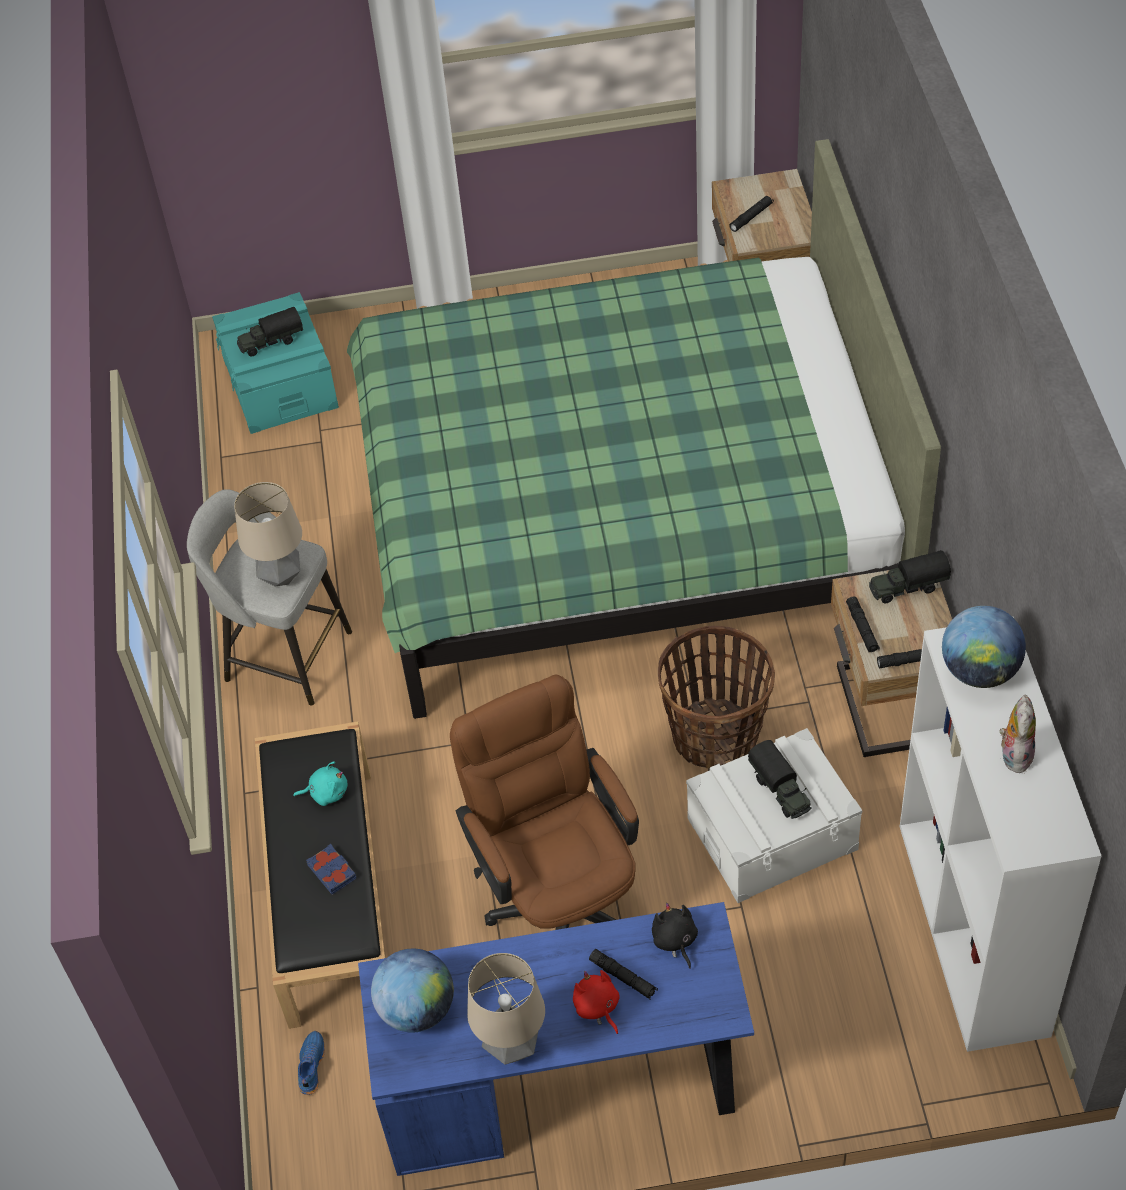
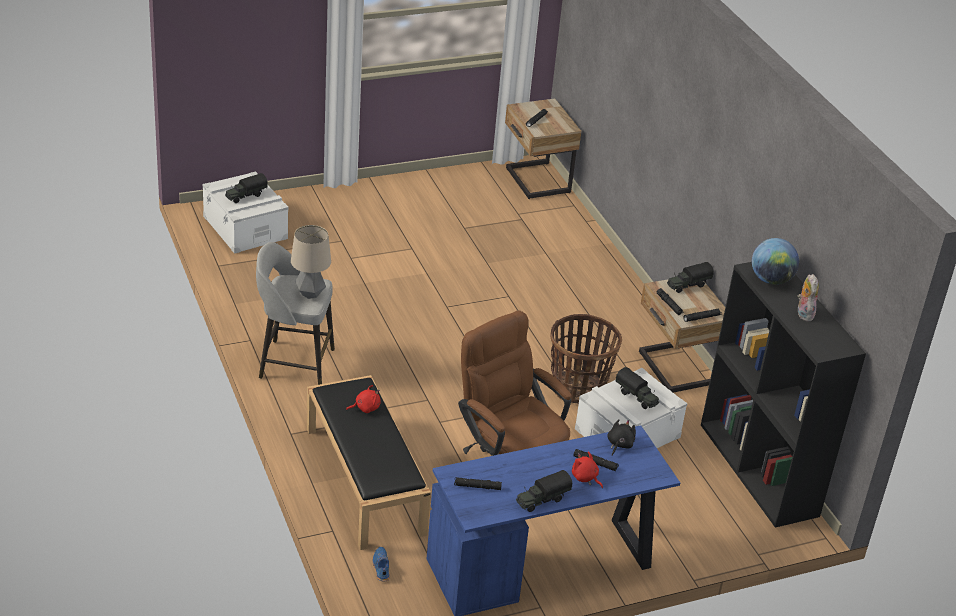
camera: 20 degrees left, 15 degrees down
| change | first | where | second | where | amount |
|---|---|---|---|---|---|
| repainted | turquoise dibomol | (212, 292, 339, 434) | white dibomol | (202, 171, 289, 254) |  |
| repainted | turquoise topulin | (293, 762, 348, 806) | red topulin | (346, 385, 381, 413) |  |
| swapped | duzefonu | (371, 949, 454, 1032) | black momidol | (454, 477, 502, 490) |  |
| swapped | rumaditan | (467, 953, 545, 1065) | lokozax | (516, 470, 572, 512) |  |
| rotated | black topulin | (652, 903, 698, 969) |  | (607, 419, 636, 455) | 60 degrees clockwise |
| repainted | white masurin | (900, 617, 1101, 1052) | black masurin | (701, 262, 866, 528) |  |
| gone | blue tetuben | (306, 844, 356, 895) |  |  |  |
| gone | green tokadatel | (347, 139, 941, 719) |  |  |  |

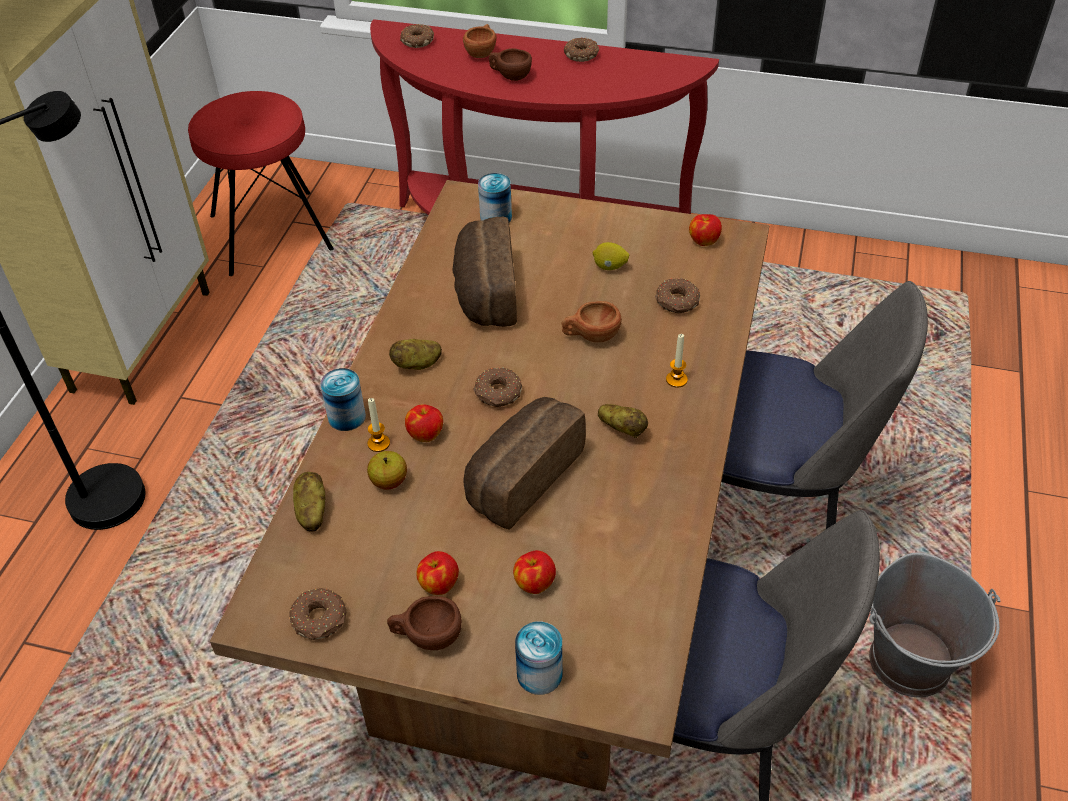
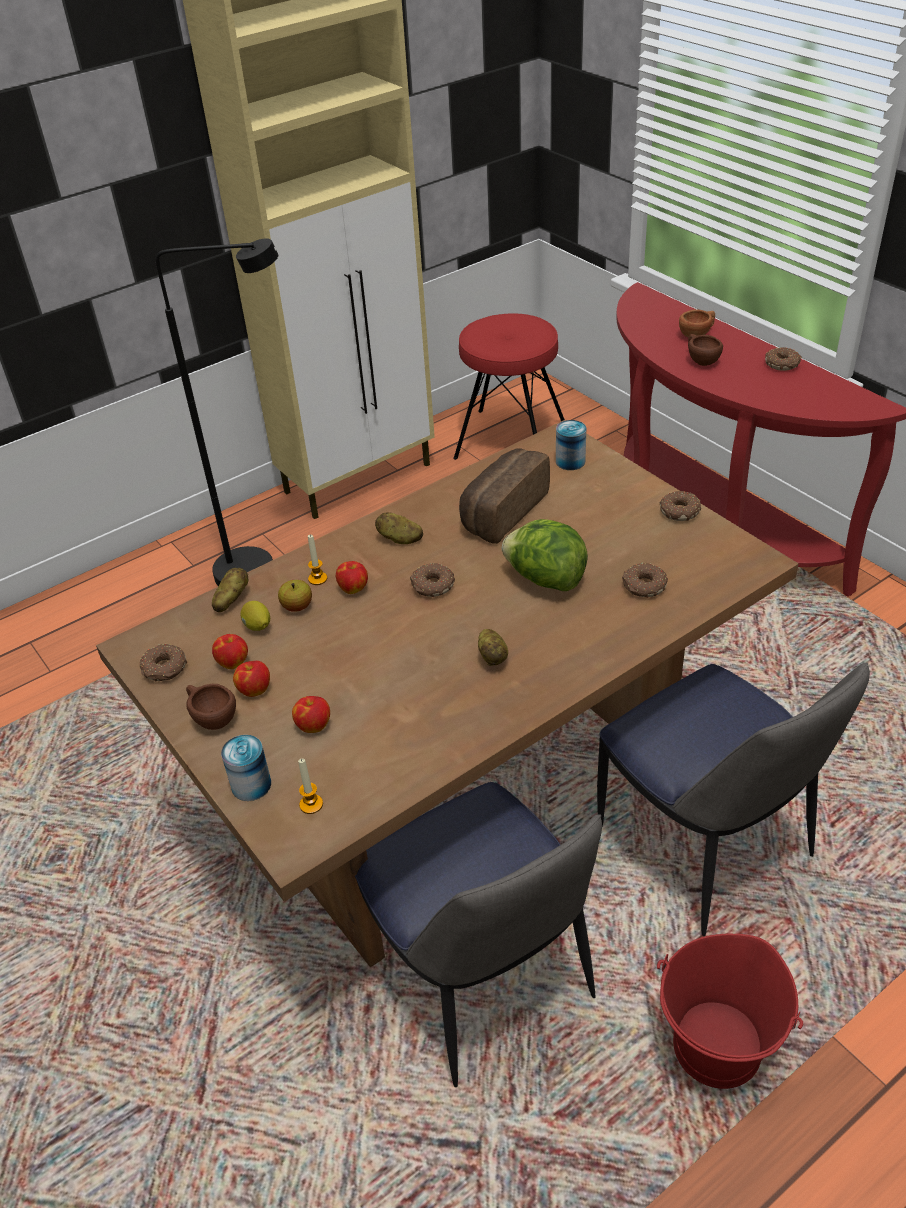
camera: 40 degrees right, 5 degrees down
| change | first | where | second | where | amount |
|---|---|---|---|---|---|
| shifted | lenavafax | (689, 214, 722, 246) |  | (212, 634, 248, 669) |  |
| shifted | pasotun | (593, 242, 629, 270) |  | (241, 601, 270, 631) |  |
| shifted | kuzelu | (666, 334, 688, 388) |  | (298, 759, 323, 814) |  |
| swapped | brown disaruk | (561, 301, 622, 343) | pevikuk | (502, 519, 588, 591) |  |
| repainted | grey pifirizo | (869, 553, 1000, 697) | red pifirizo | (657, 934, 803, 1089) |  |
| shifted | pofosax | (400, 24, 434, 48) |  | (660, 491, 701, 521) |  |
| gone | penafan | (320, 368, 366, 431) |  |  |  |
| gone | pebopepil | (463, 397, 586, 530) |  |  |  |

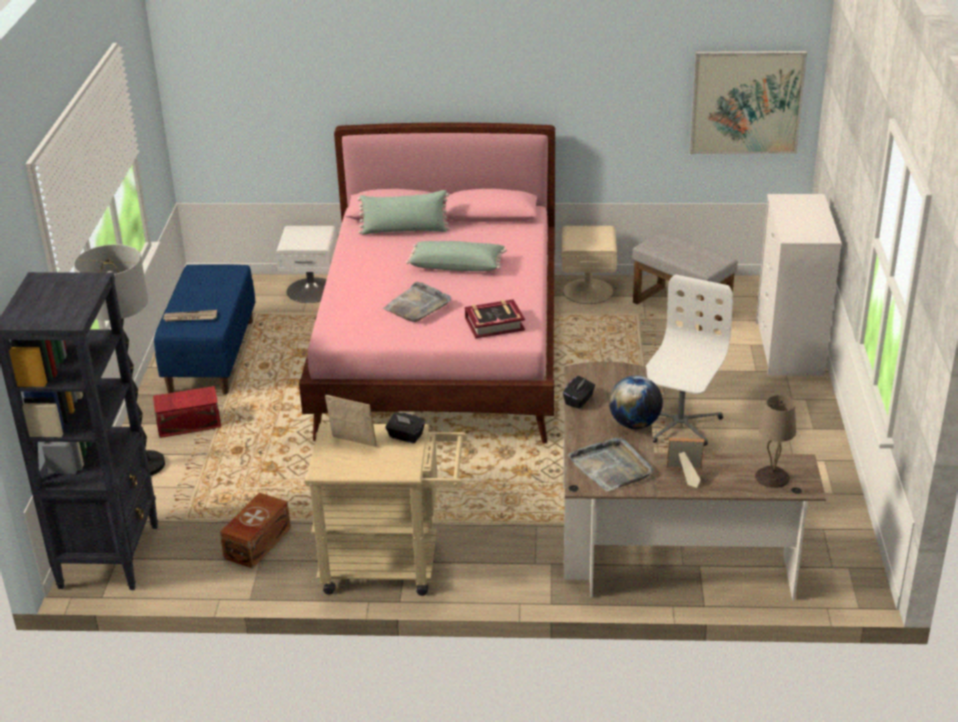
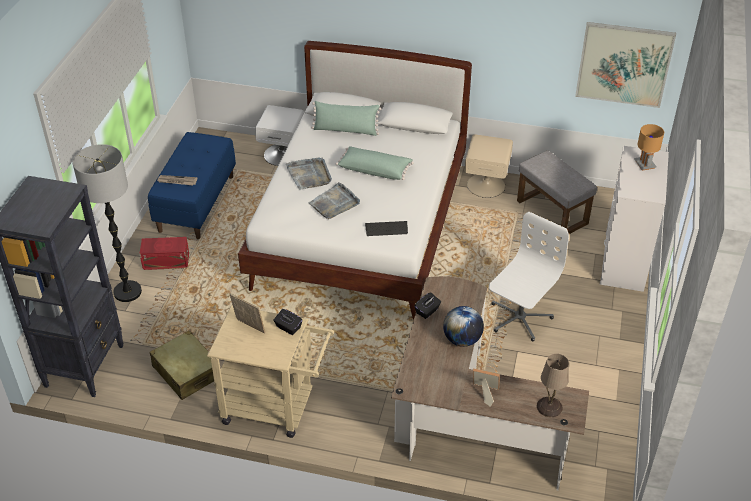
camera: 10 degrees right, 10 degrees up
| change | first | where | second | where | amount |
|---|---|---|---|---|---|
| swapped | brown dibomol | (220, 493, 291, 569) | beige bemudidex | (150, 331, 214, 400) |  |
| repainted | pink tokadatel | (299, 123, 555, 443) | white tokadatel | (238, 41, 472, 320) |  |
| shifted | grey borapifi | (567, 437, 653, 491) |  | (286, 157, 332, 190) |  |
| swapped | tetuben | (465, 299, 525, 338) | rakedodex | (365, 221, 408, 236) |  |
| new |  |  | brown rumaditan | (634, 124, 664, 171) |  |

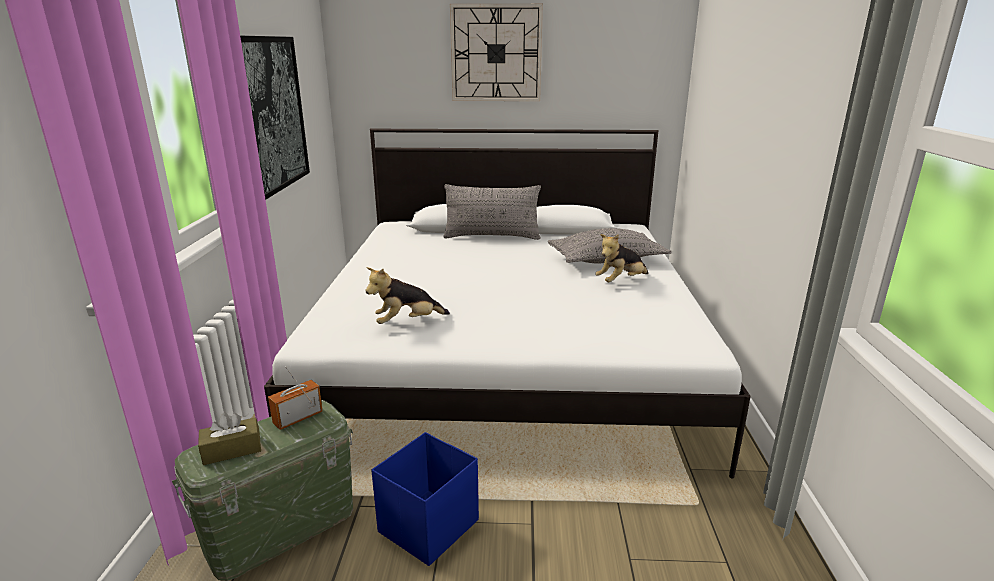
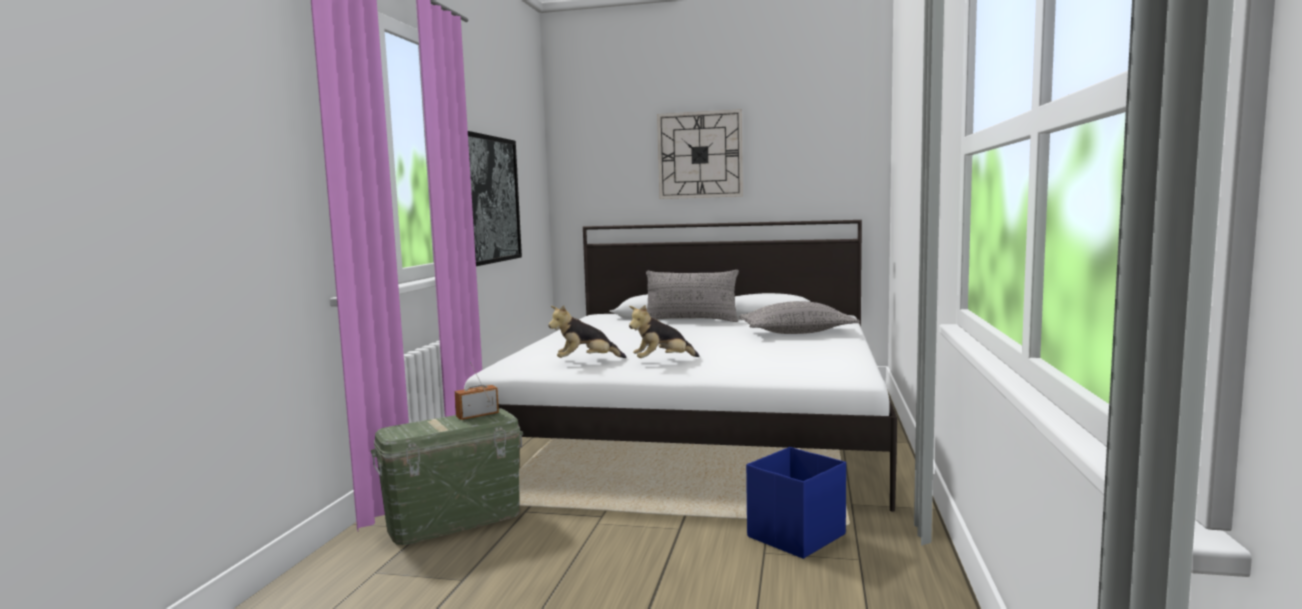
camera: 10 degrees right, 15 degrees down
| change | first | where | second | where | amount |
|---|---|---|---|---|---|
| shifted | topulin | (595, 234, 648, 282) |  | (629, 305, 699, 358) |  |
| shifted | blue dibomol | (371, 432, 479, 566) |  | (746, 447, 846, 559) |  |
| gone | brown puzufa | (198, 413, 261, 465) |  |  |  |

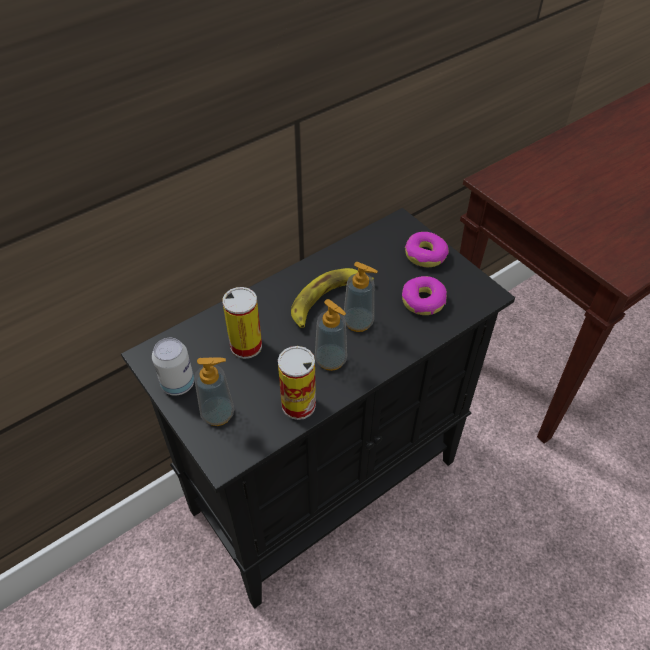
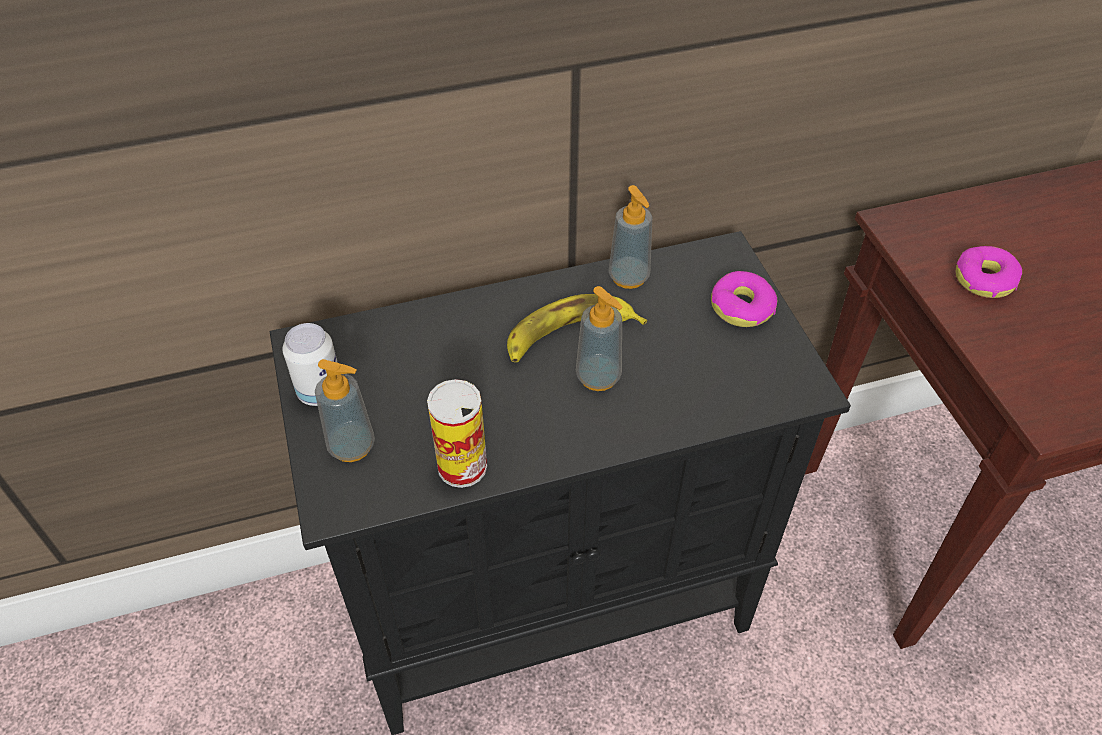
camera: 20 degrees right, 0 degrees up
| change | first | where | second | where | amount |
|---|---|---|---|---|---|
| shifted | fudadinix | (315, 299, 347, 371) |  | (608, 185, 652, 289) |  |
| shifted | pofosax | (402, 276, 447, 315) |  | (956, 246, 1022, 298) |  |
| gone | penafan | (223, 287, 262, 359) |  |  |  |

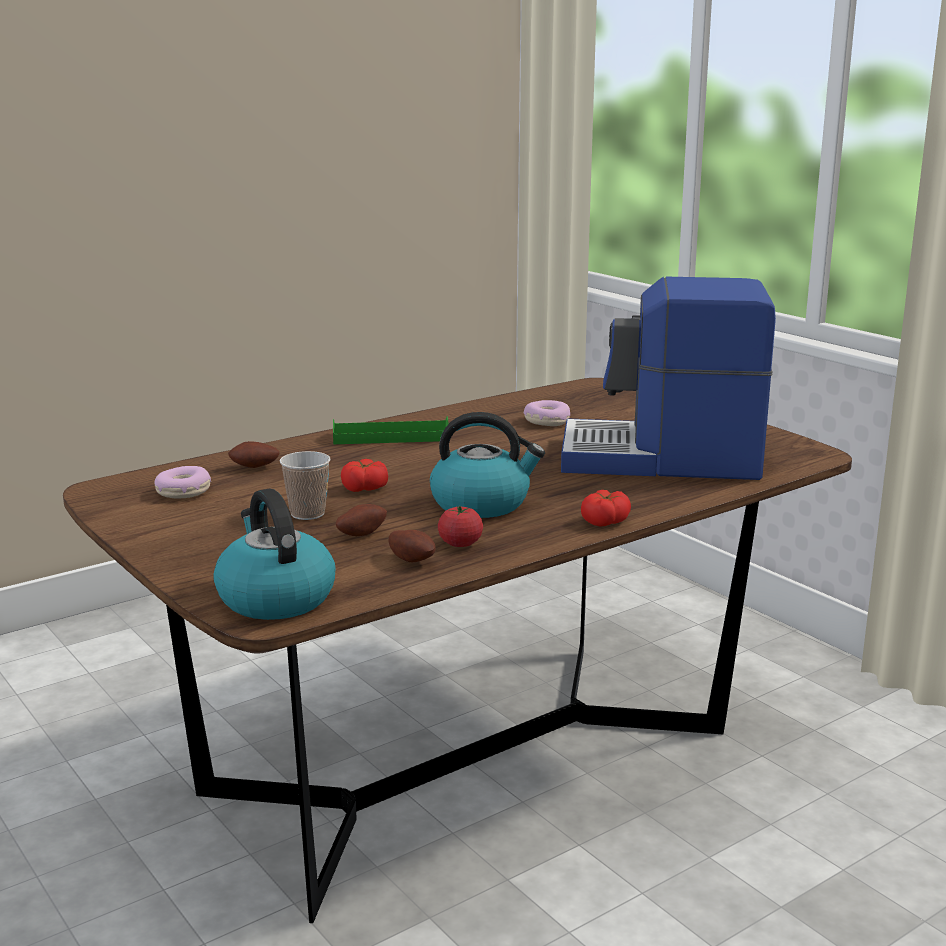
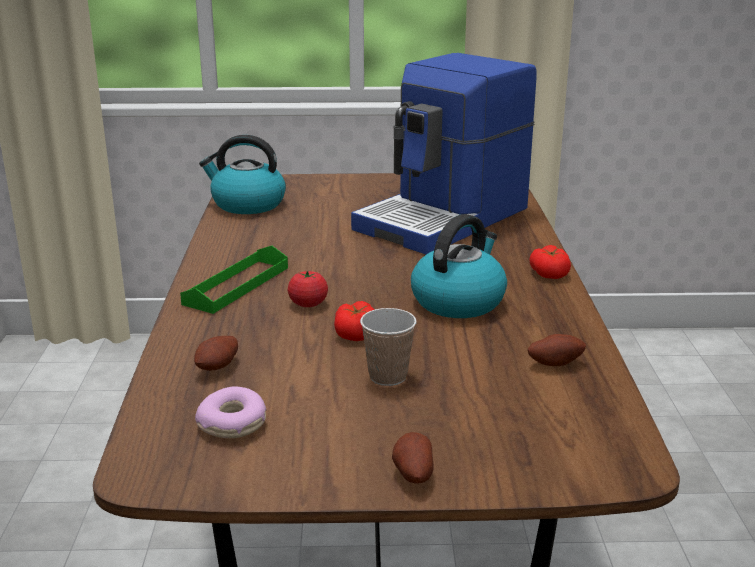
camera: 55 degrees left, 5 degrees up
| change | first | where | second | where | amount |
|---|---|---|---|---|---|
| shifted | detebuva | (213, 488, 335, 620) |  | (199, 135, 286, 214) |  |
| shifted | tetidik | (438, 506, 483, 547) |  | (288, 271, 328, 307) |  |
| shifted | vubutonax | (336, 504, 387, 536) |  | (392, 432, 434, 484) |  |
| gone | pofosax | (524, 400, 570, 426) |  |  |  |

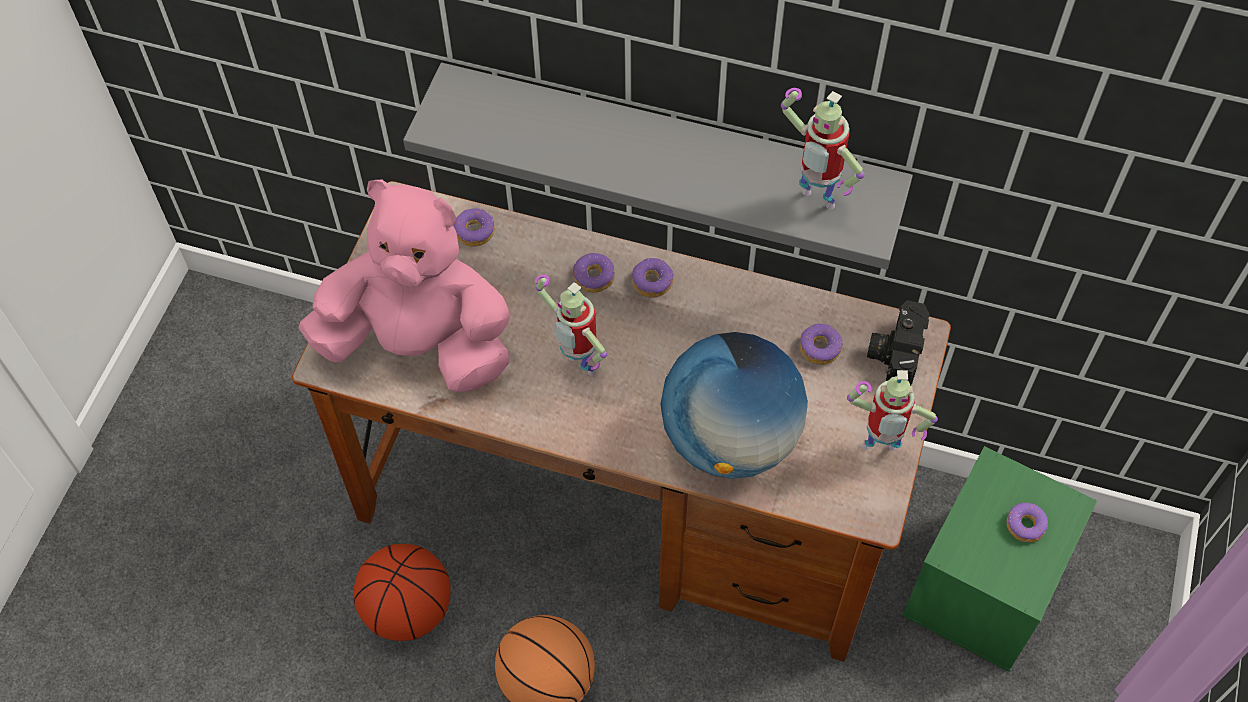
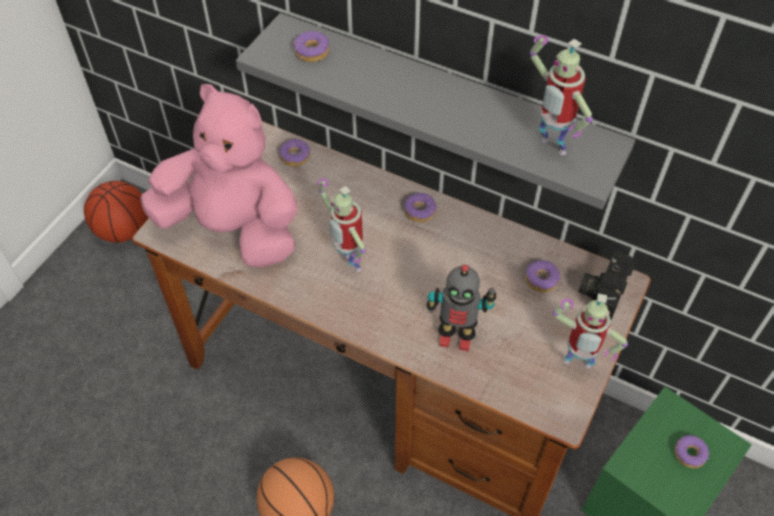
camera: 10 degrees right, 5 degrees down
| change | first | where | second | where | amount |
|---|---|---|---|---|---|
| shifted | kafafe | (354, 544, 451, 641) |  | (84, 181, 148, 243) |  |
| shifted | pofosax | (573, 253, 615, 293) |  | (293, 31, 330, 62) |  |
| swapped | duzefonu | (661, 332, 808, 479) | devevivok | (426, 265, 496, 351) |  |

